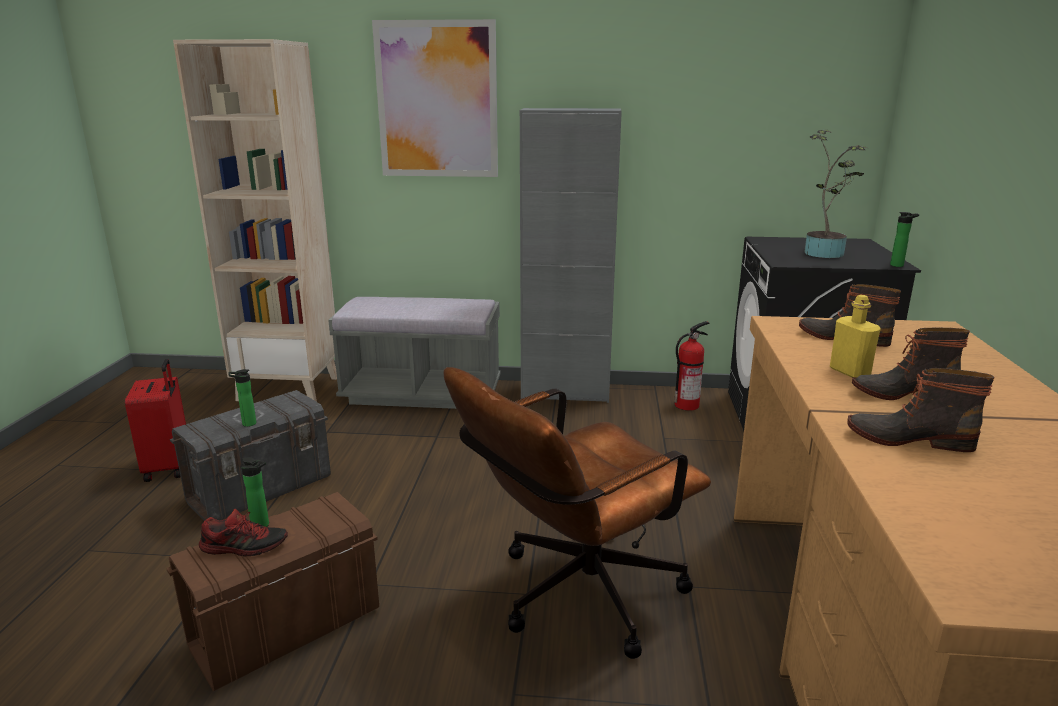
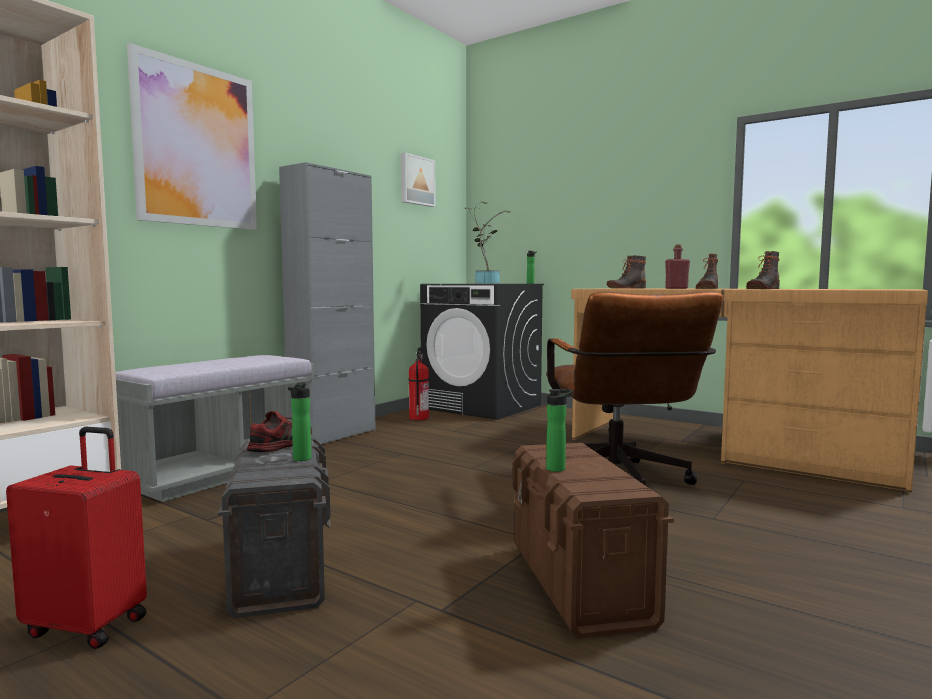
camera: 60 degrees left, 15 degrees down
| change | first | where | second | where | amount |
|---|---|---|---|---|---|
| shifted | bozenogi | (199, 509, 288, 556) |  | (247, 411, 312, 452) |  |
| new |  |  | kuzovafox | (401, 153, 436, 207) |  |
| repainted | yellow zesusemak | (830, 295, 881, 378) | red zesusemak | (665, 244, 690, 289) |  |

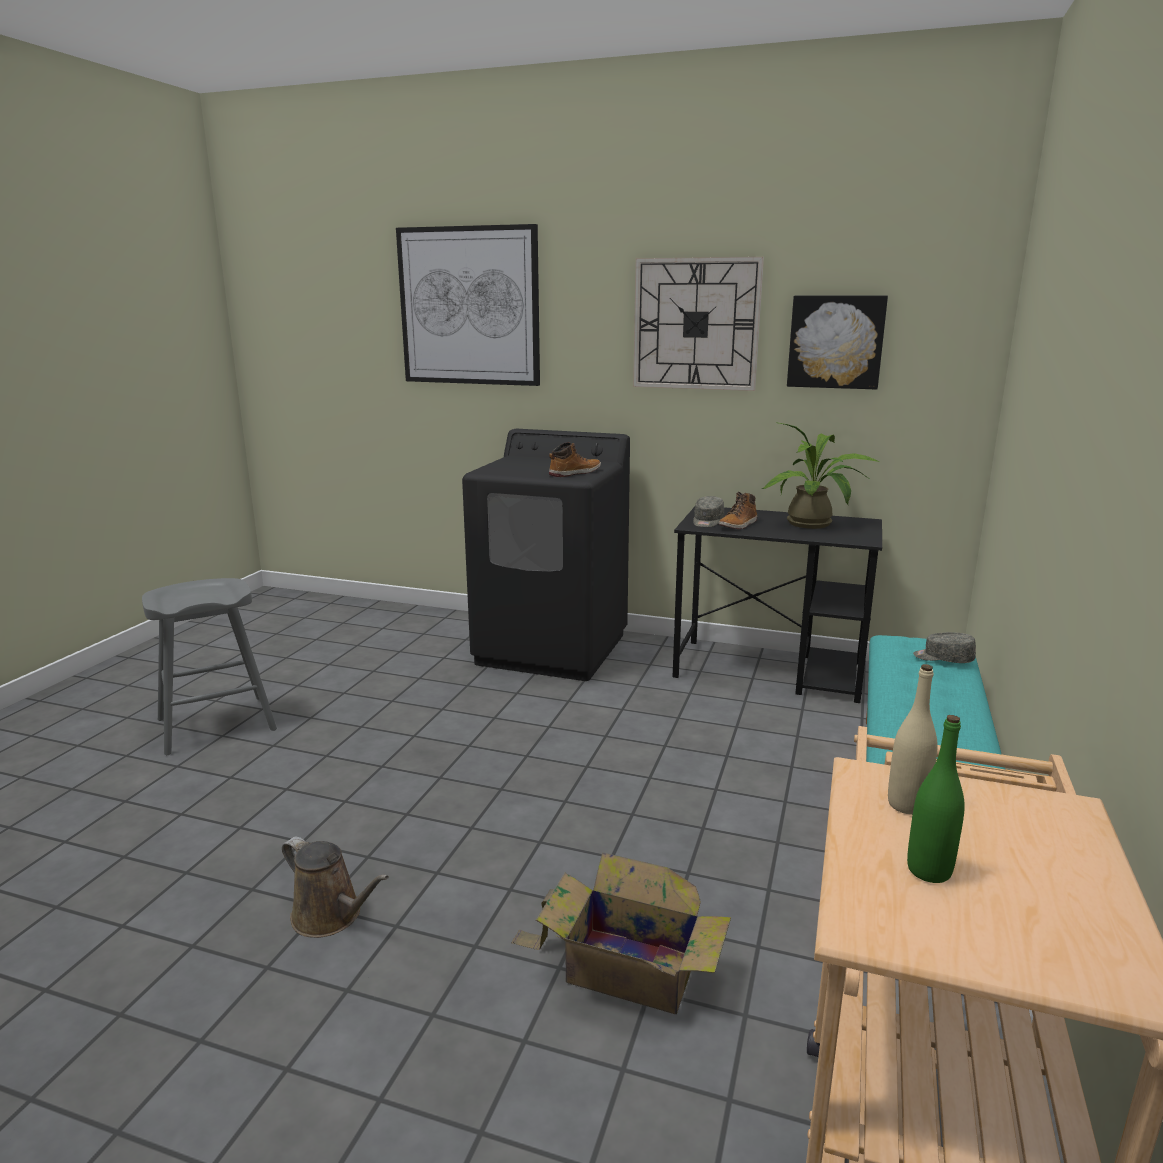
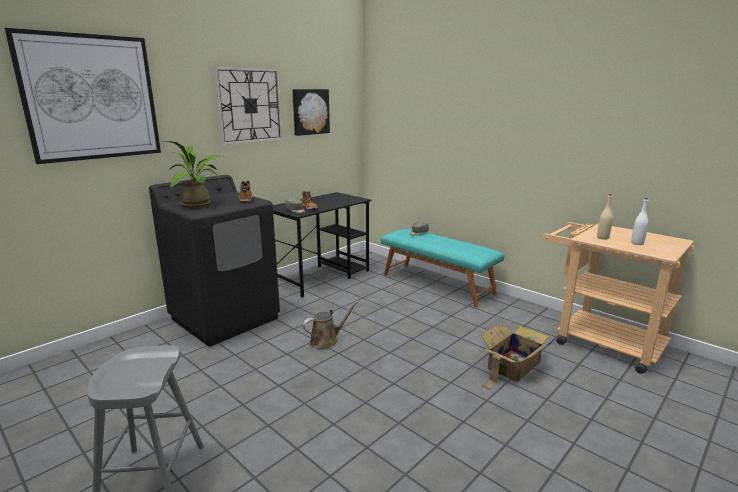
camera: 65 degrees left, 0 degrees up
| change | first | where | second | where | amount |
|---|---|---|---|---|---|
| shifted | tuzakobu | (762, 423, 879, 529) |  | (164, 141, 225, 208) |  |
| shifted | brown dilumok | (282, 837, 389, 938) |  | (302, 301, 359, 349) |  |
| repainted | green zesusemak | (907, 715, 965, 883) | white zesusemak | (631, 198, 648, 245) |  |

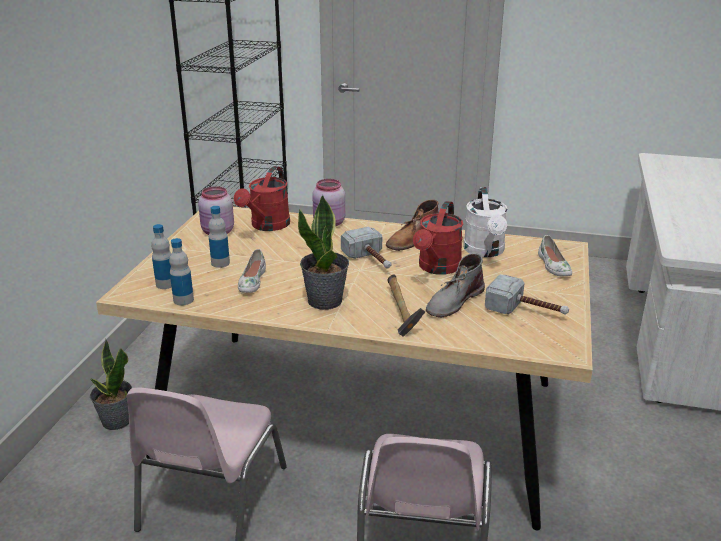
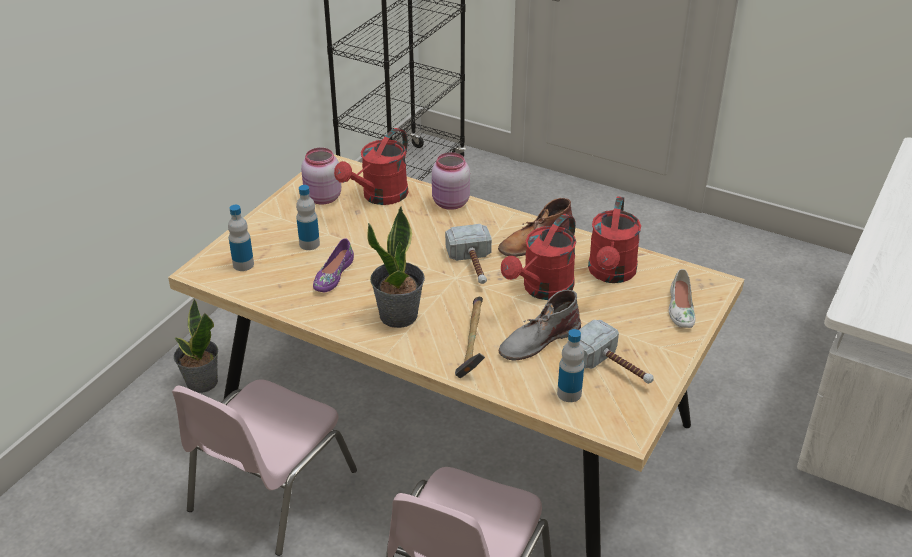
camera: 15 degrees right, 10 degrees up
| change | first | where | second | where | amount |
|---|---|---|---|---|---|
| repainted | white bozenogi | (238, 249, 266, 293) | purple bozenogi | (313, 239, 354, 292) |  |
| shifted | zesusemak | (169, 238, 194, 305) |  | (557, 329, 584, 402) |  |
| repainted | white dilumok | (463, 187, 508, 257) | red dilumok | (588, 196, 641, 283) |  |

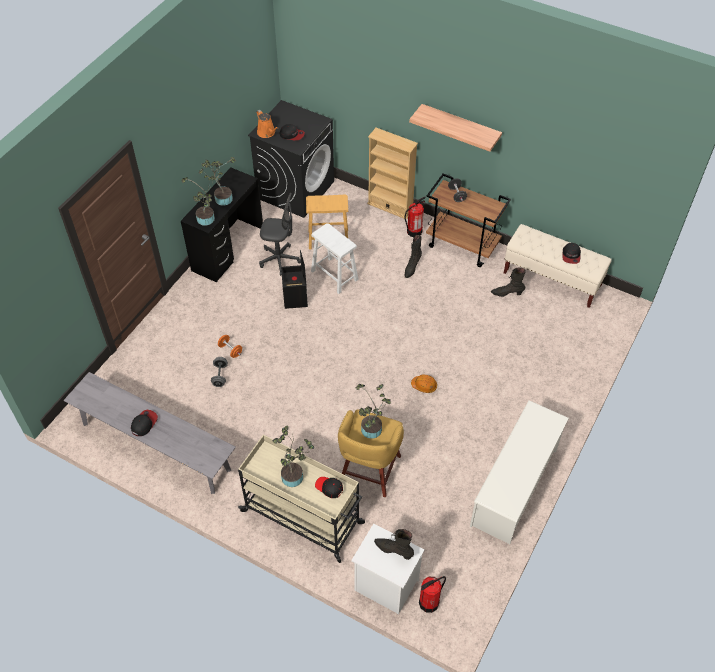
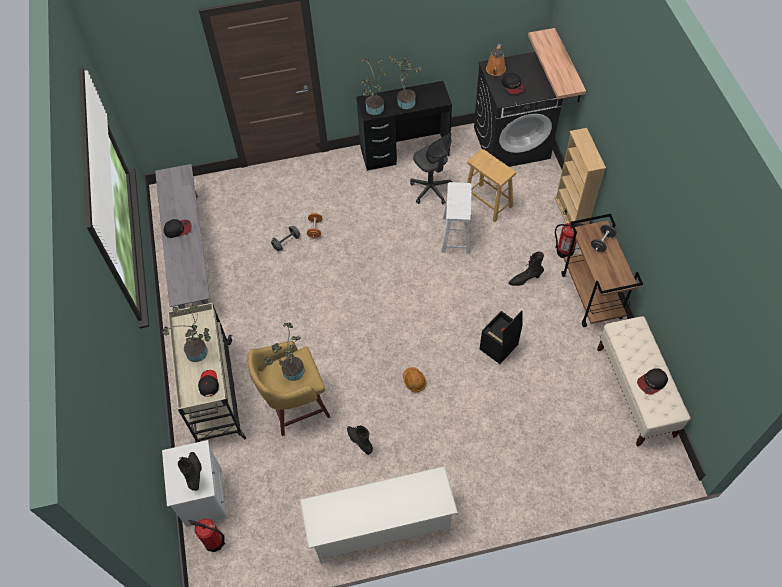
camera: 50 degrees right, 5 degrees up
| change | first | where | second | where | amount |
|---|---|---|---|---|---|
| shifted | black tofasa | (491, 267, 526, 297) |  | (347, 426, 373, 455) |  |
| shifted | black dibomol | (281, 250, 308, 309) |  | (480, 311, 523, 364) |  |
| shifted | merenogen | (409, 104, 502, 152) |  | (528, 28, 586, 103) |  |

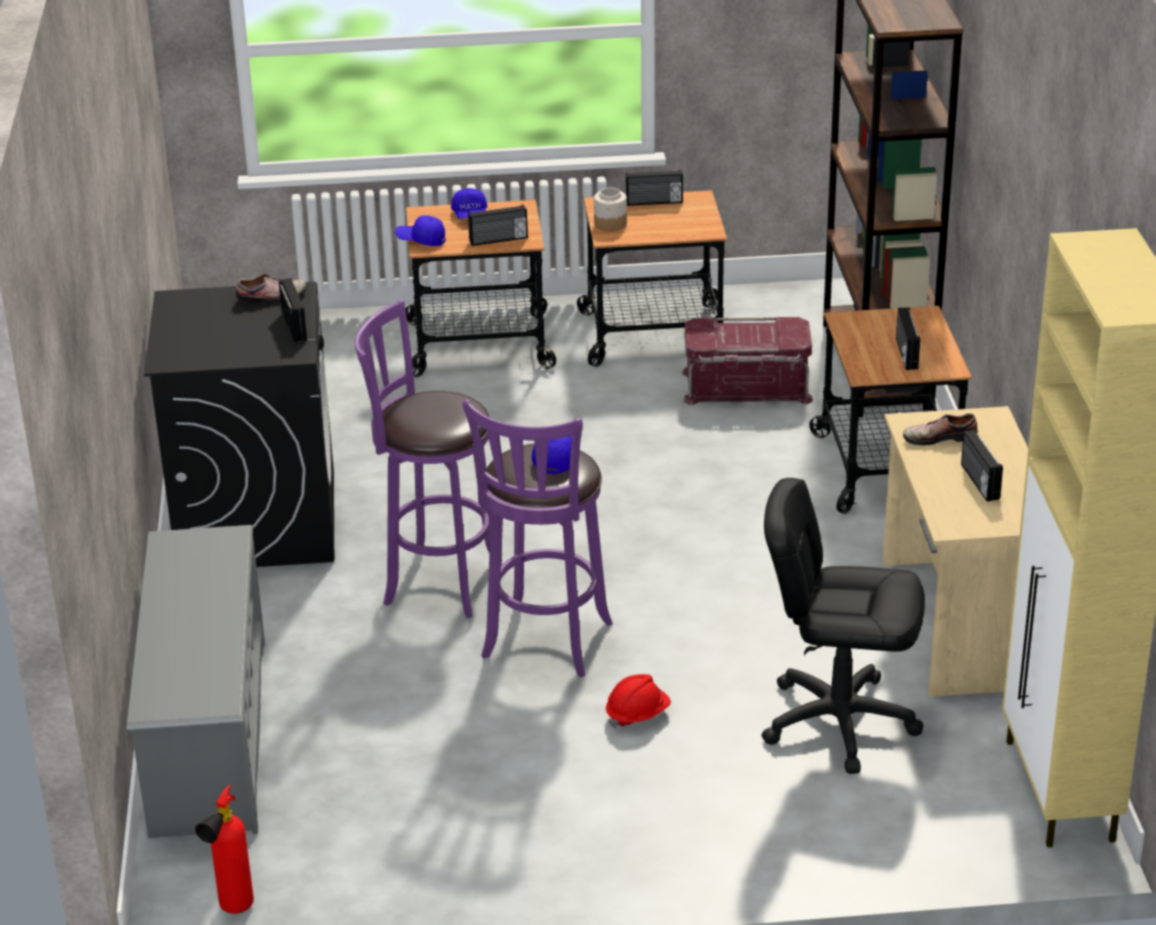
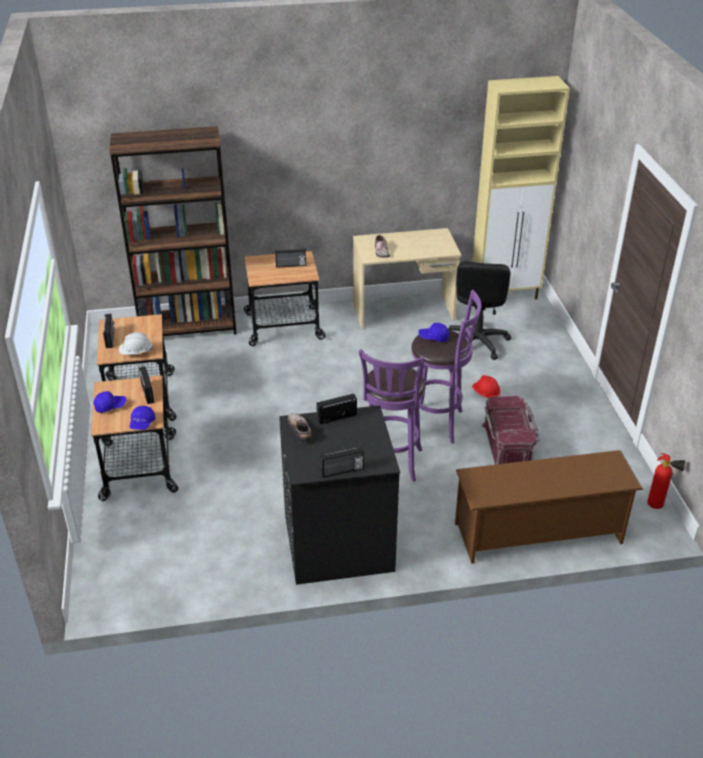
camera: 95 degrees left, 5 degrees up
| change | first | where | second | where | amount |
|---|---|---|---|---|---|
| swapped | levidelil | (594, 188, 627, 232) | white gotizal | (119, 332, 153, 355) |  |
| shifted | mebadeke | (961, 430, 1003, 502) |  | (320, 446, 364, 478) |  |
| repainted | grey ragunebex | (126, 525, 265, 838) | brown ragunebex | (455, 450, 643, 564) |  |
| shifted | red dibomol | (682, 317, 813, 406) |  | (481, 396, 540, 465) |  |

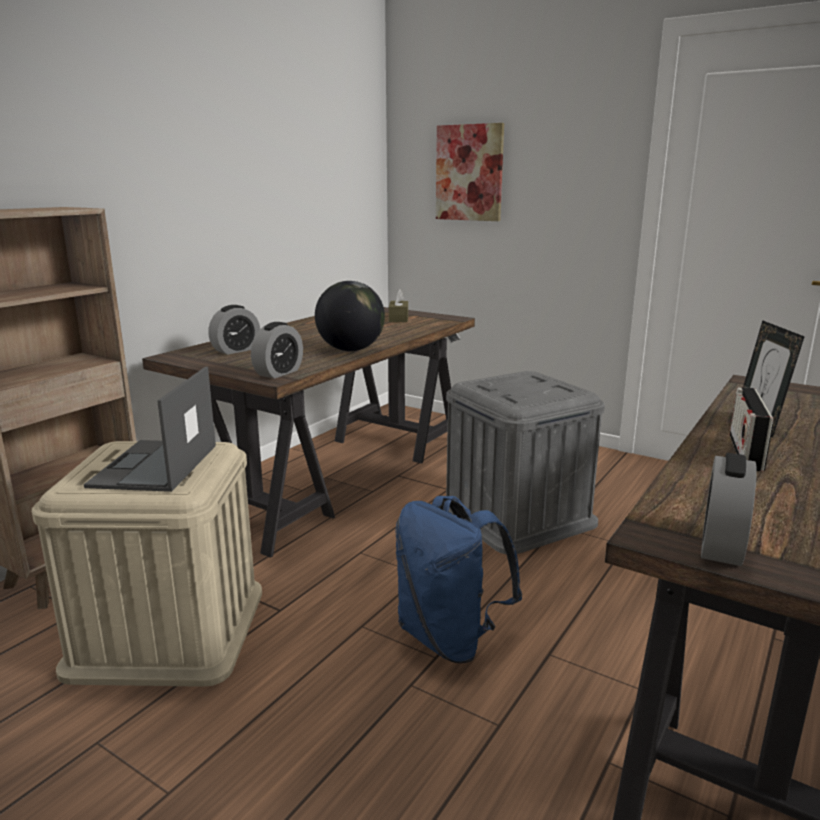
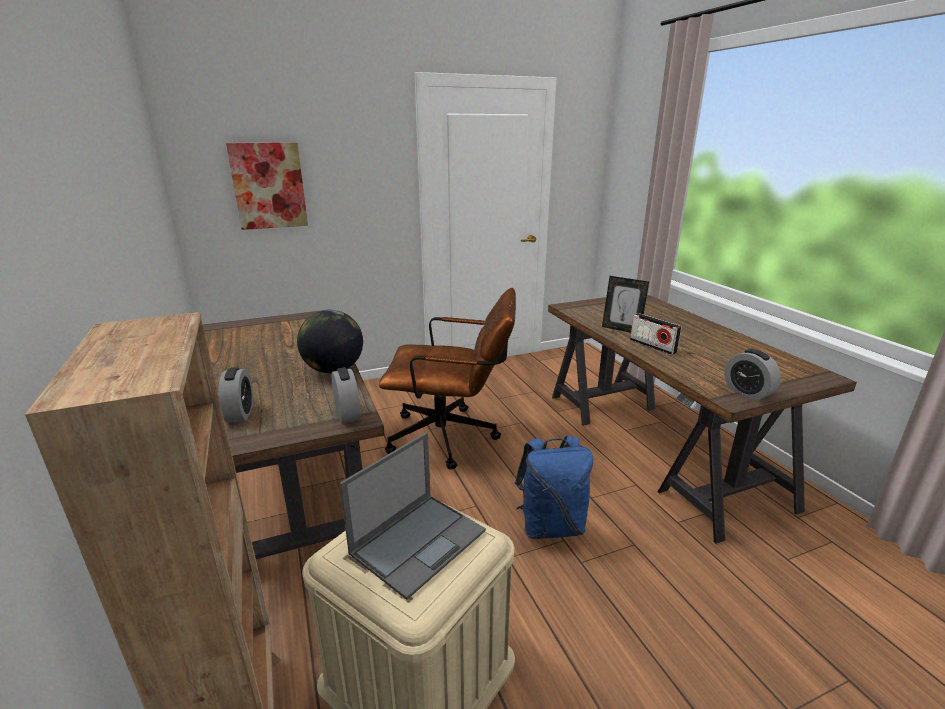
camera: 55 degrees left, 5 degrees up
| change | first | where | second | where | amount |
|---|---|---|---|---|---|
| rotated | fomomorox | (84, 367, 216, 492) |  | (340, 432, 486, 600) | 90 degrees counterclockwise |
| swapped | grey dibomol | (446, 371, 605, 554) | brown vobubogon | (379, 288, 516, 470) |  |
| gone | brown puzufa | (389, 290, 408, 322) |  |  |  |

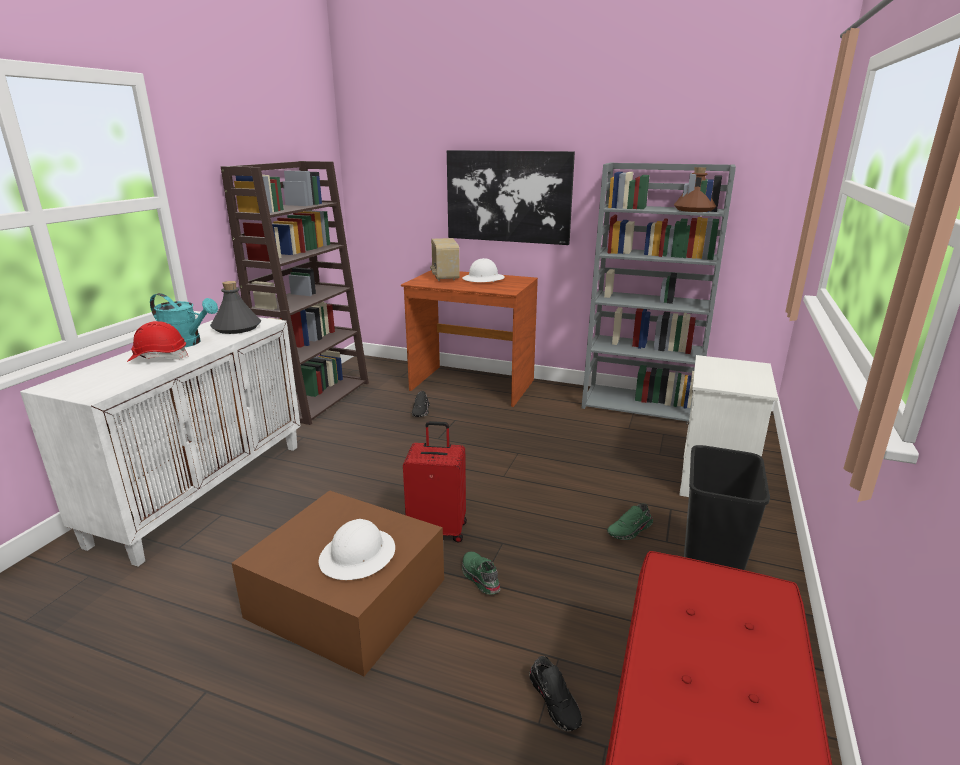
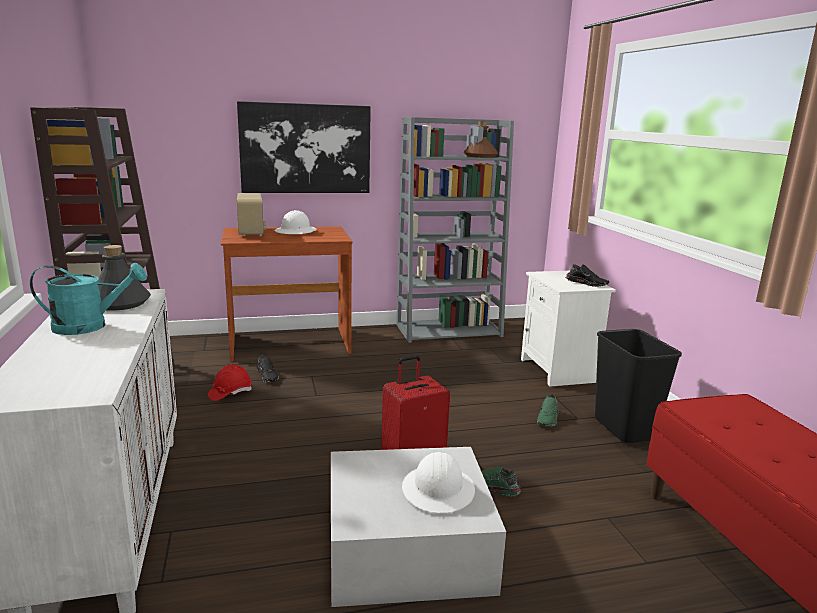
camera: 35 degrees left, 5 degrees down
| change | first | where | second | where | amount |
|---|---|---|---|---|---|
| shifted | red gotizal | (127, 321, 189, 362) |  | (208, 364, 252, 401) |  |
| rotated | mebadeke | (430, 238, 460, 281) |  | (237, 193, 266, 236) | 150 degrees counterclockwise |
| repainted | brown dibomol | (232, 490, 444, 676) | white dibomol | (331, 447, 506, 607) |  |
| shifted | black bozenogi | (529, 656, 582, 732) |  | (566, 264, 609, 287) |  |

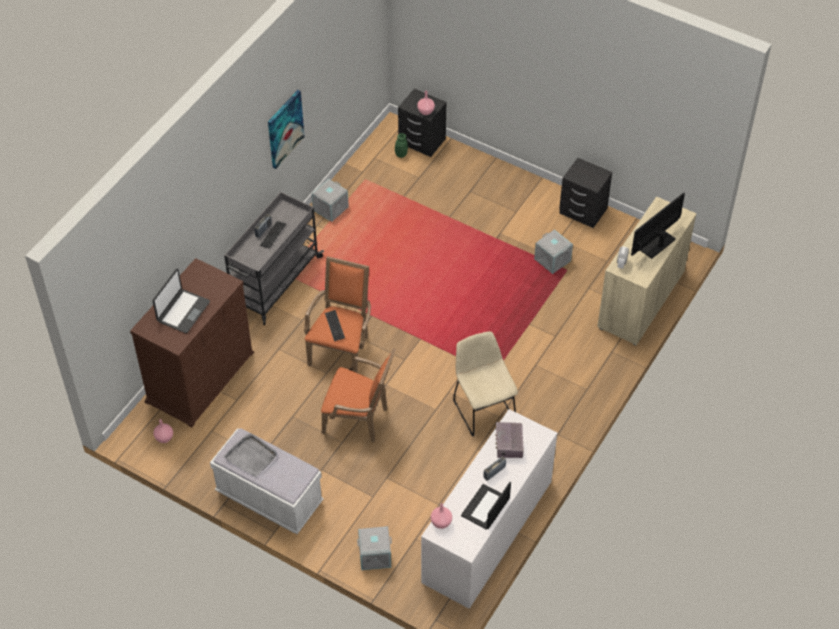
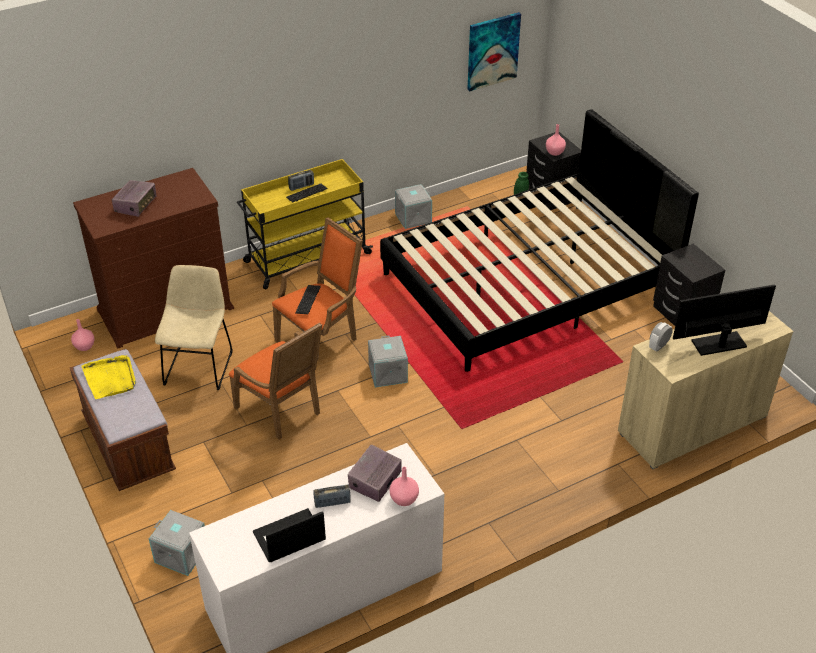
camera: 30 degrees right, 10 degrees down
| change | first | where | second | where | amount |
|---|---|---|---|---|---|
| repainted | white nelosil | (210, 428, 324, 534) | brown nelosil | (70, 349, 176, 491) |  |
| repainted | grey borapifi | (224, 433, 277, 477) | yellow borapifi | (81, 355, 136, 399) |  |
| swapped | fomomorox | (153, 269, 210, 333) | mebadeke | (112, 180, 157, 217) |  |
| shifted | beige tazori | (453, 331, 518, 437) |  | (155, 265, 233, 390) |  |
| repainted | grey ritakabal | (224, 192, 324, 325) | yellow ritakabal | (237, 159, 373, 289) |  |
| shifted | grey dibomol | (534, 229, 573, 274) |  | (368, 336, 408, 387) |  |
| new |  |  | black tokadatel | (380, 109, 699, 372) |  |
| shifted | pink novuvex | (431, 503, 452, 529) |  | (390, 467, 419, 506) |  |
| shifted | kuzovafox | (268, 90, 305, 169) |  | (467, 12, 521, 91) |  |

